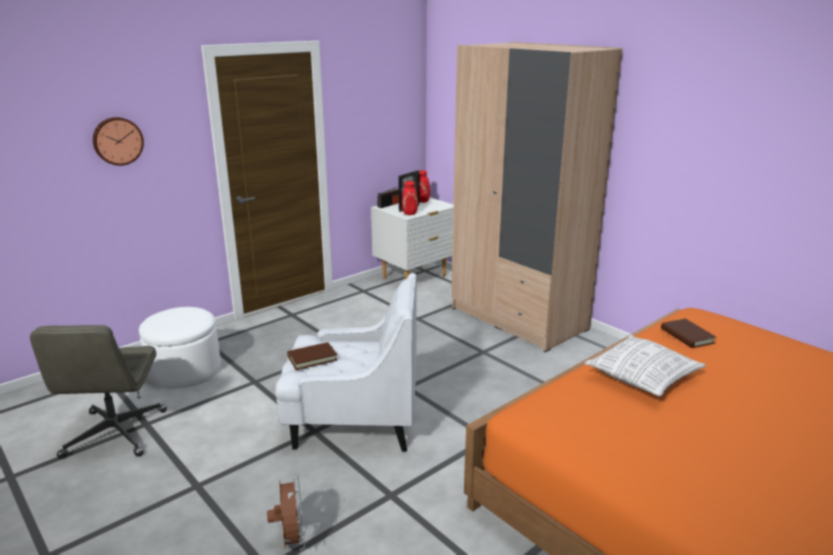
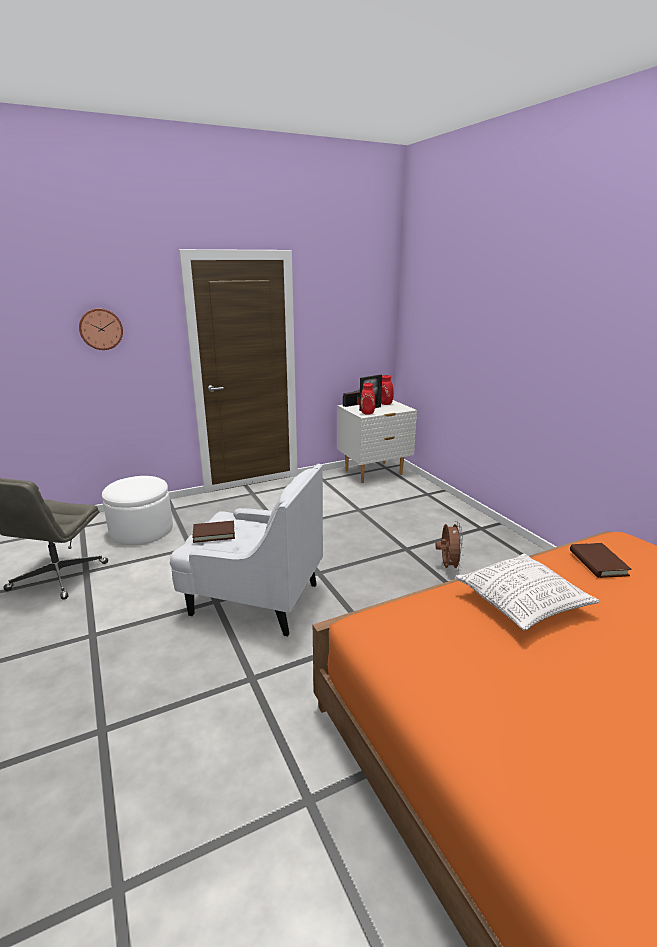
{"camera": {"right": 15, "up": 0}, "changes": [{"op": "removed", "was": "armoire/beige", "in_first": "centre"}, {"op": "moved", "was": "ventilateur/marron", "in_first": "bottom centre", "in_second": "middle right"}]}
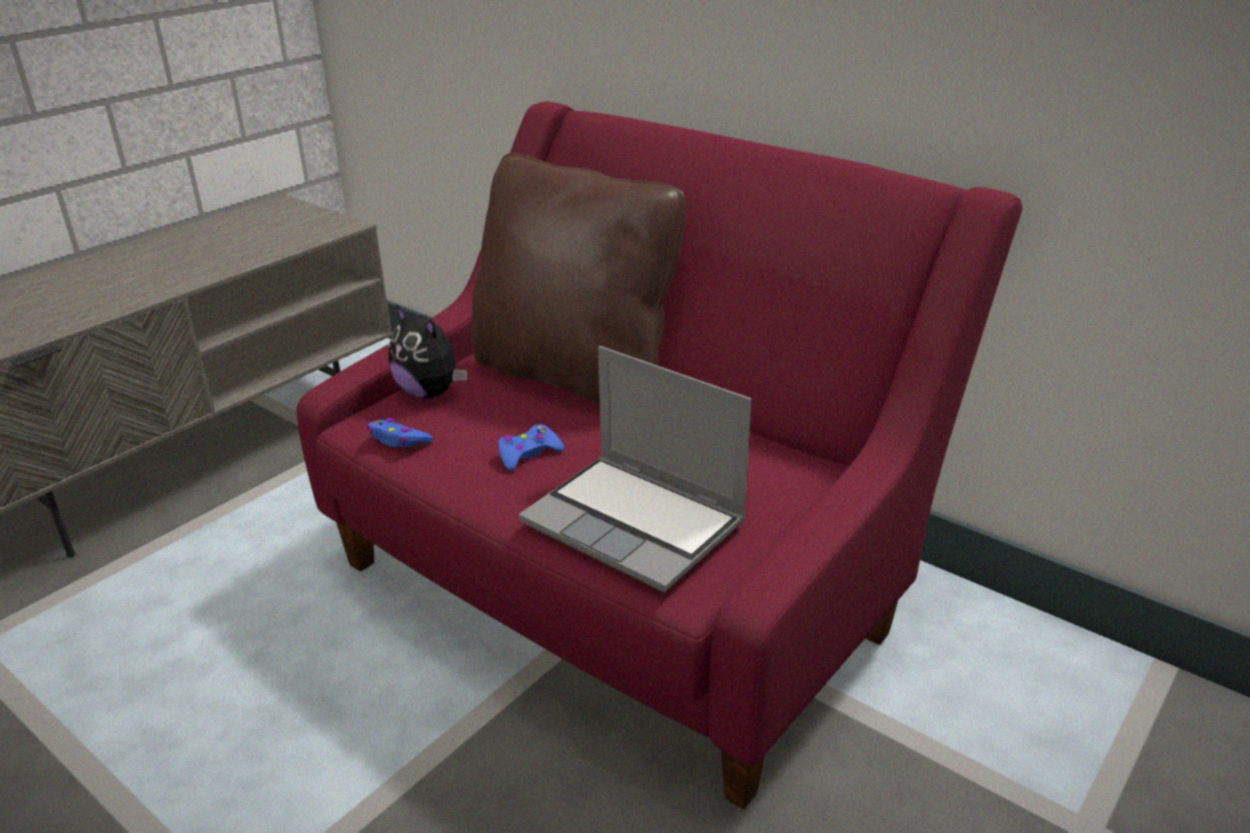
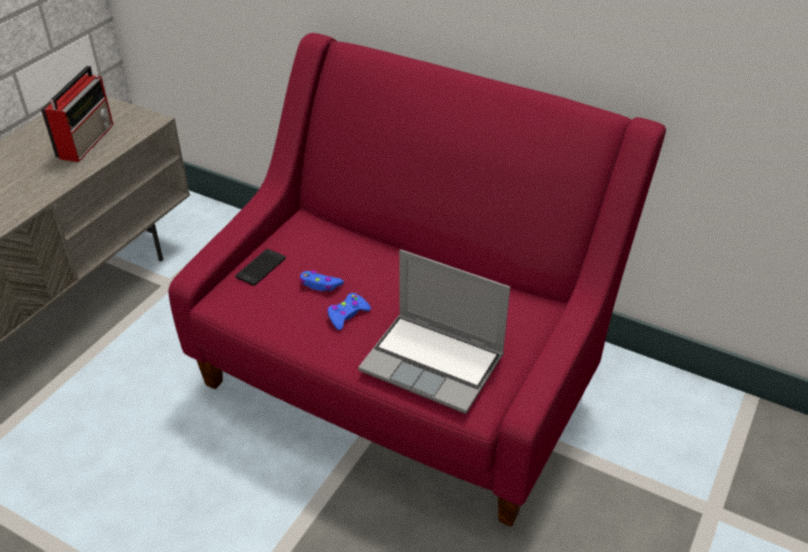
{"camera": {"right": -10, "up": 10}, "changes": [{"op": "removed", "was": "coussin/marron", "in_first": "centre"}, {"op": "added", "now": "radio", "in_second": "top left"}, {"op": "moved", "was": "manette/bleu (1st from left)", "in_first": "middle left", "in_second": "centre"}, {"op": "replaced", "was": "peluche", "now": "téléphone", "in_first": "centre", "in_second": "middle left"}]}
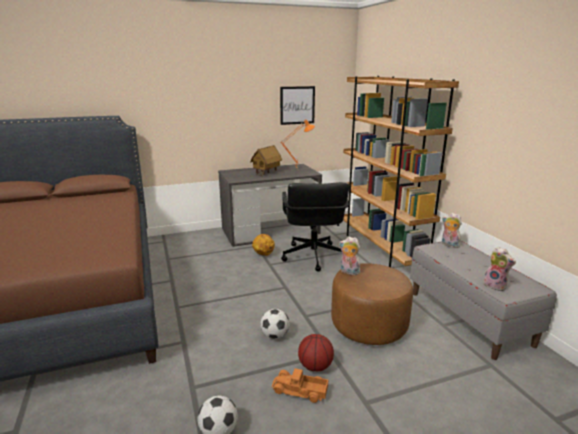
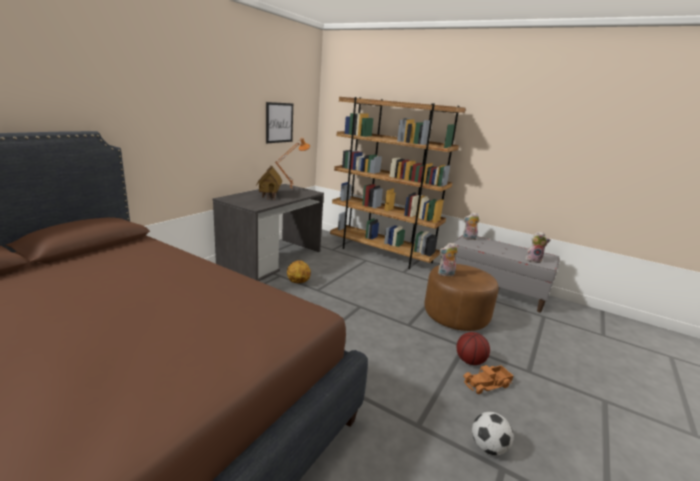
{"camera": {"right": -40, "up": 0}, "changes": [{"op": "removed", "was": "ballon de foot (2nd from left)", "in_first": "bottom centre"}, {"op": "removed", "was": "chaise de bureau/noir", "in_first": "centre"}]}
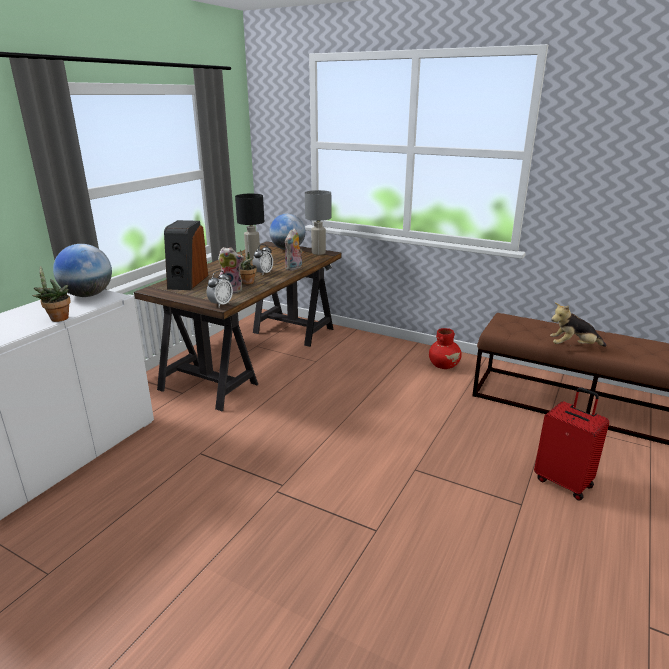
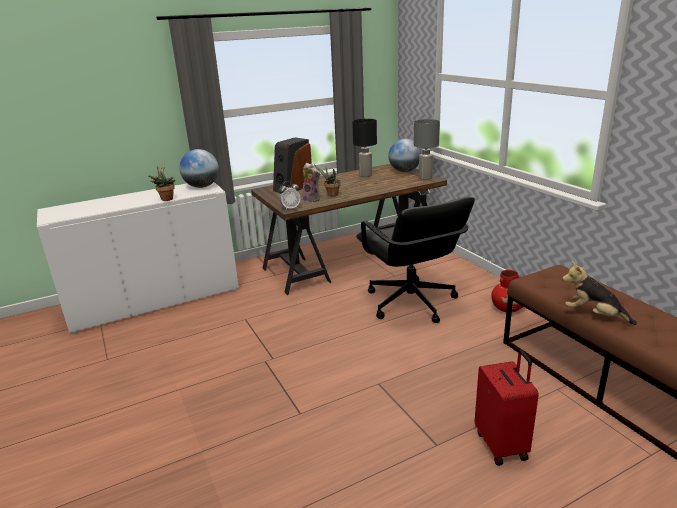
{"camera": {"right": 35, "up": 0}, "changes": [{"op": "removed", "was": "réveil (2nd from left)", "in_first": "centre"}, {"op": "removed", "was": "peluche (2nd from left)", "in_first": "centre"}, {"op": "added", "now": "chaise de bureau/noir", "in_second": "centre"}]}
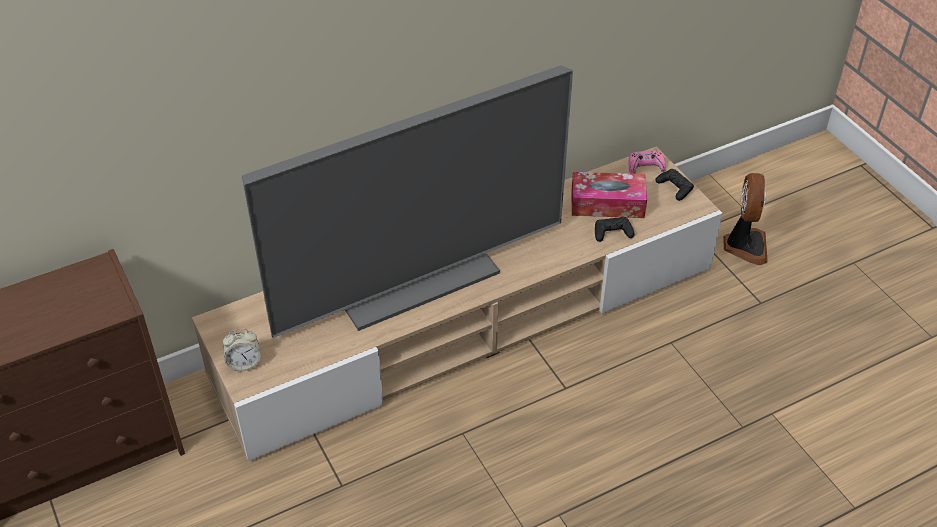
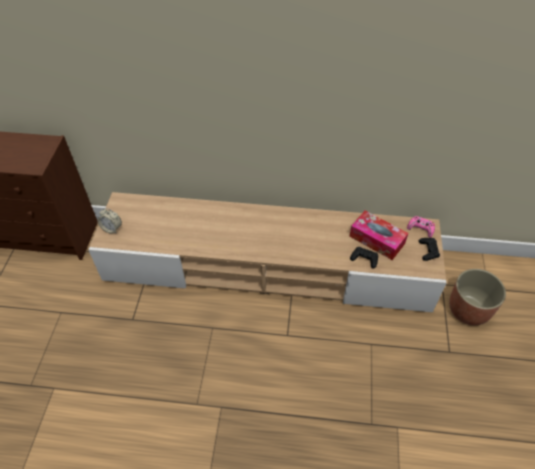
{"camera": {"right": 35, "up": 5}, "changes": [{"op": "removed", "was": "téléviseur", "in_first": "centre"}, {"op": "replaced", "was": "ventilateur", "now": "cache-pot", "in_first": "middle right", "in_second": "middle right"}]}
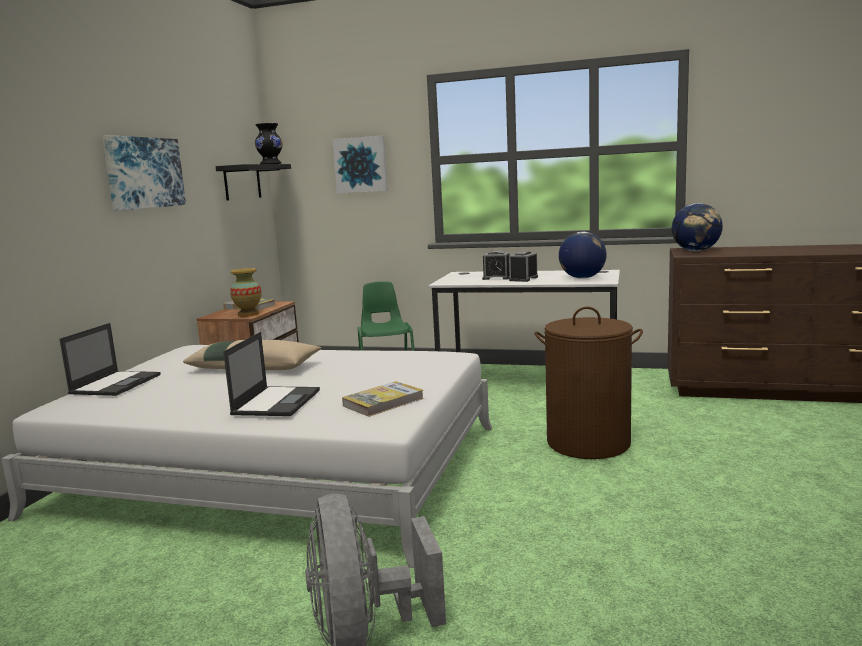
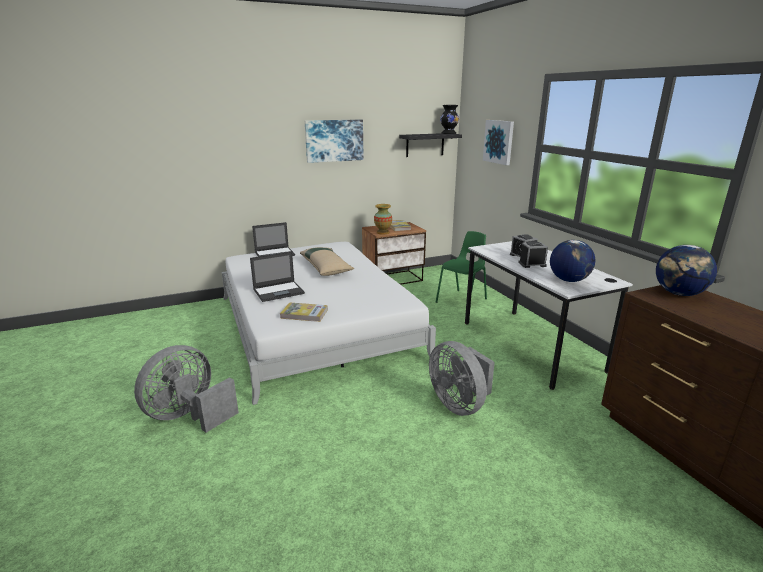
{"camera": {"right": 50, "up": 10}, "changes": [{"op": "replaced", "was": "panier à linge/marron", "now": "ventilateur/gris (2nd from left)", "in_first": "middle right", "in_second": "centre"}]}
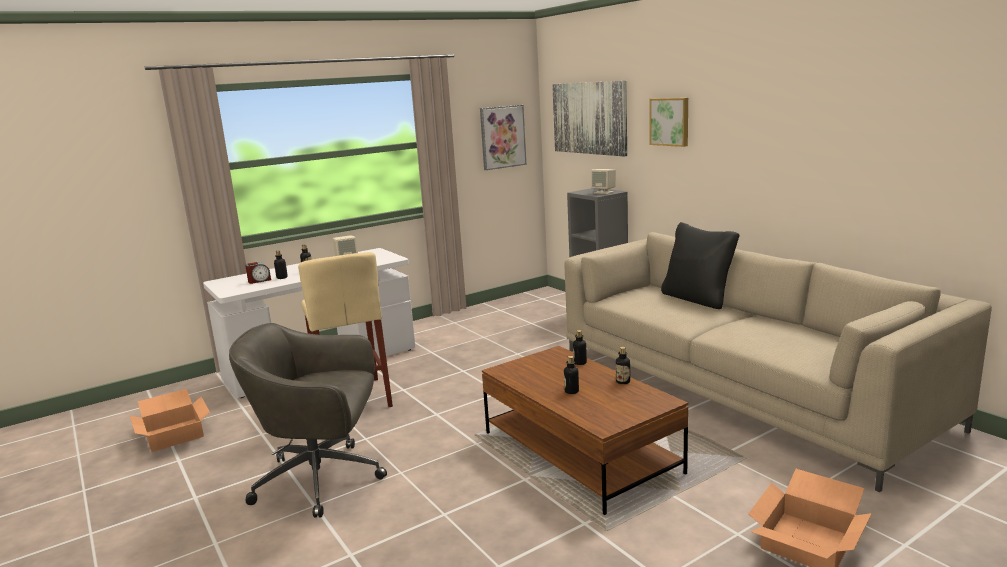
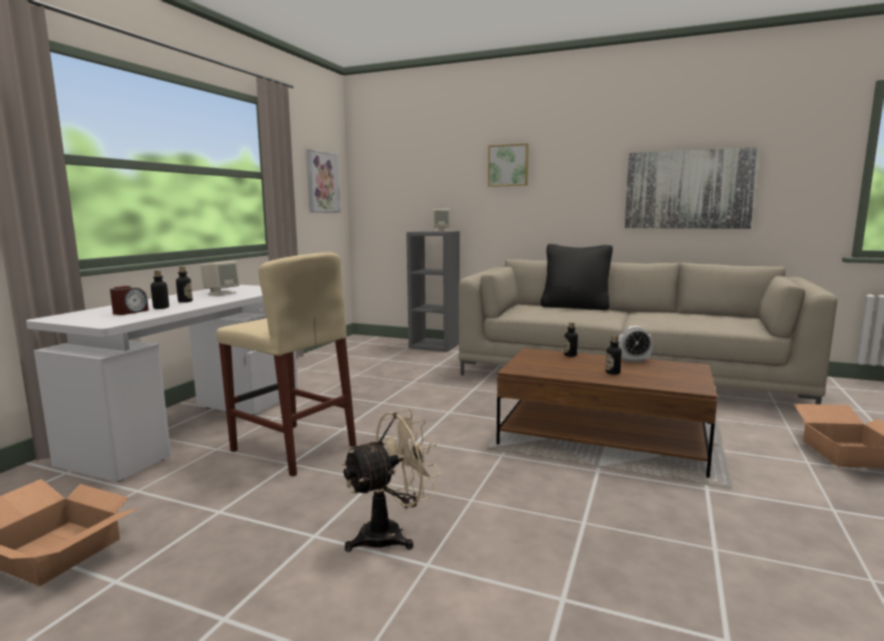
{"camera": {"right": -35, "up": -5}, "changes": [{"op": "moved", "was": "tableau (2nd from left in the first image)", "now": "tableau (3rd from left)", "in_first": "top centre", "in_second": "top right"}, {"op": "replaced", "was": "chaise de bureau/gris", "now": "ventilateur/beige", "in_first": "bottom left", "in_second": "bottom centre"}, {"op": "replaced", "was": "bouteille (5th from left)", "now": "réveil (2nd from left)", "in_first": "centre", "in_second": "middle right"}]}
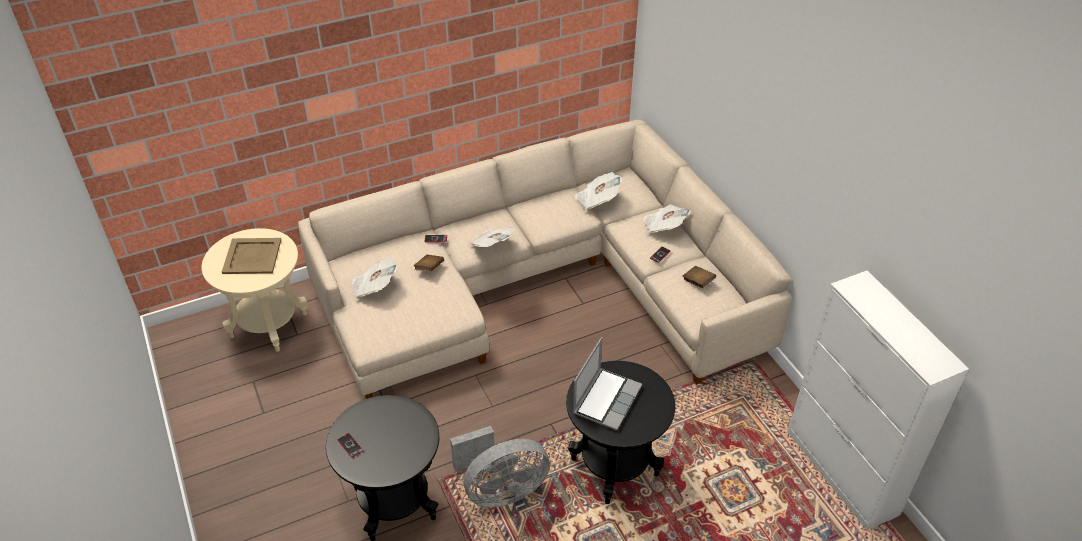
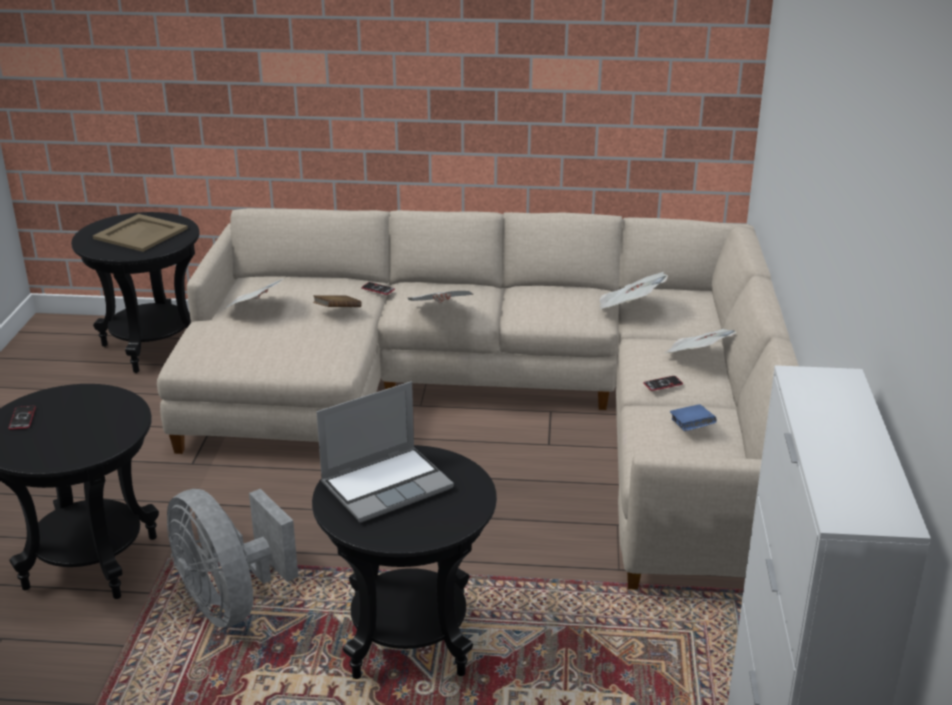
{"camera": {"right": 30, "up": -15}, "changes": [{"op": "recoloured", "was": "table d'appoint/beige", "now": "table d'appoint/noir (2nd from left)", "in_first": "middle left", "in_second": "middle left"}, {"op": "recoloured", "was": "livre/marron (2nd from left)", "now": "livre/bleu", "in_first": "centre", "in_second": "middle right"}, {"op": "turned", "was": "ventilateur/gris", "in_first": "bottom centre", "in_second": "bottom left", "clockwise": 45}]}
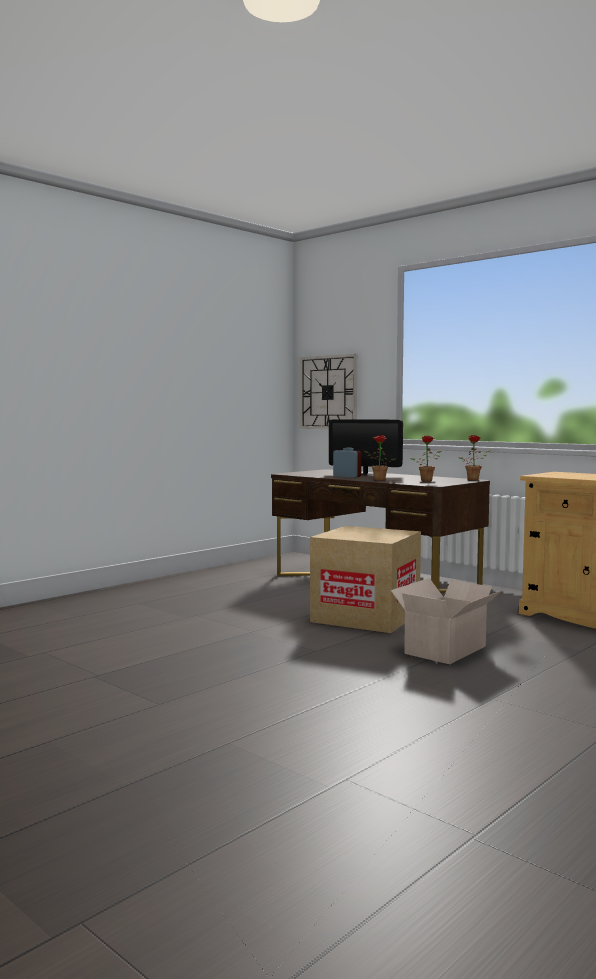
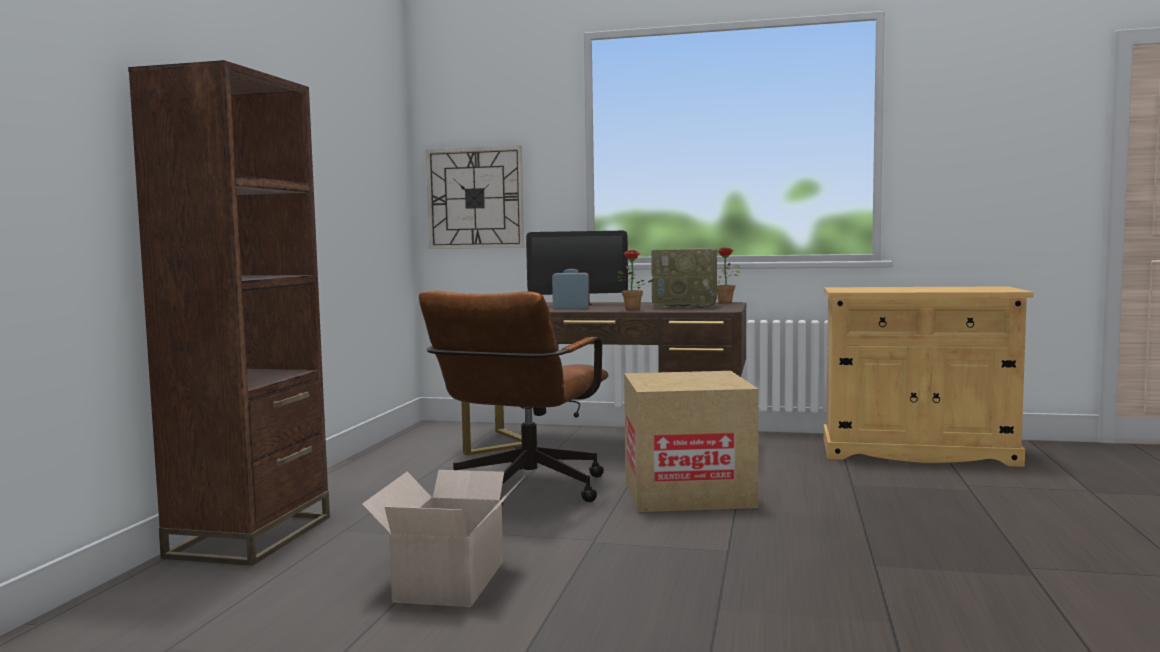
{"camera": {"right": -30, "up": 0}, "changes": [{"op": "added", "now": "bibliothèque/marron", "in_second": "middle left"}, {"op": "added", "now": "chaise de bureau/marron", "in_second": "centre"}, {"op": "moved", "was": "carton (2nd from left in the first image)", "now": "carton (1st from left)", "in_first": "middle right", "in_second": "bottom centre"}, {"op": "replaced", "was": "plante en pot (2nd from left)", "now": "radio", "in_first": "middle right", "in_second": "centre"}]}
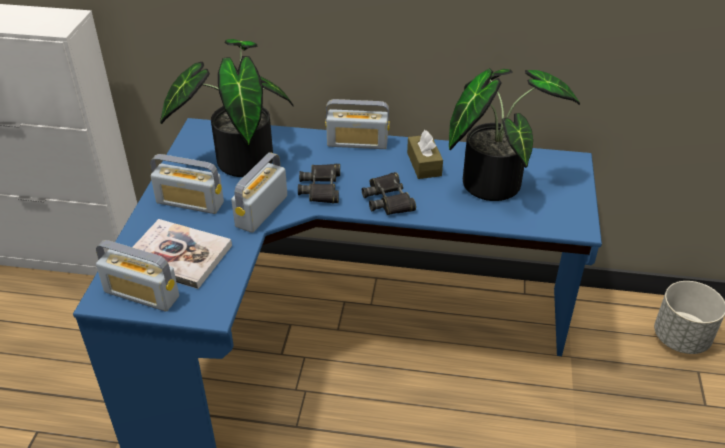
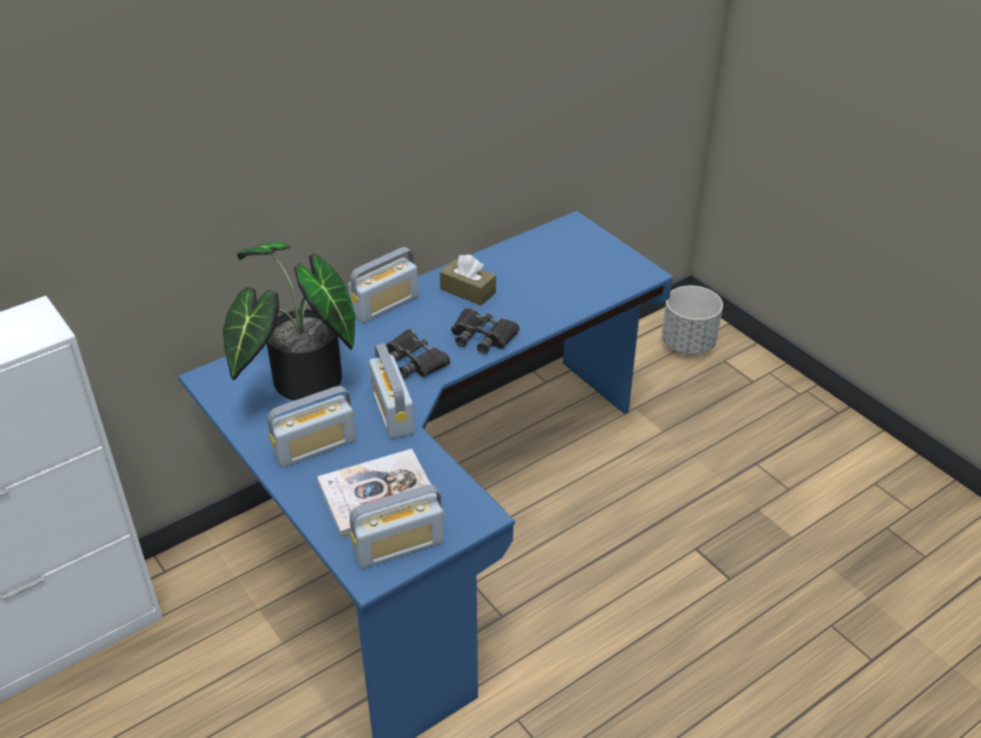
{"camera": {"right": -45, "up": 0}, "changes": [{"op": "removed", "was": "plante en pot (2nd from left)", "in_first": "top right"}]}
